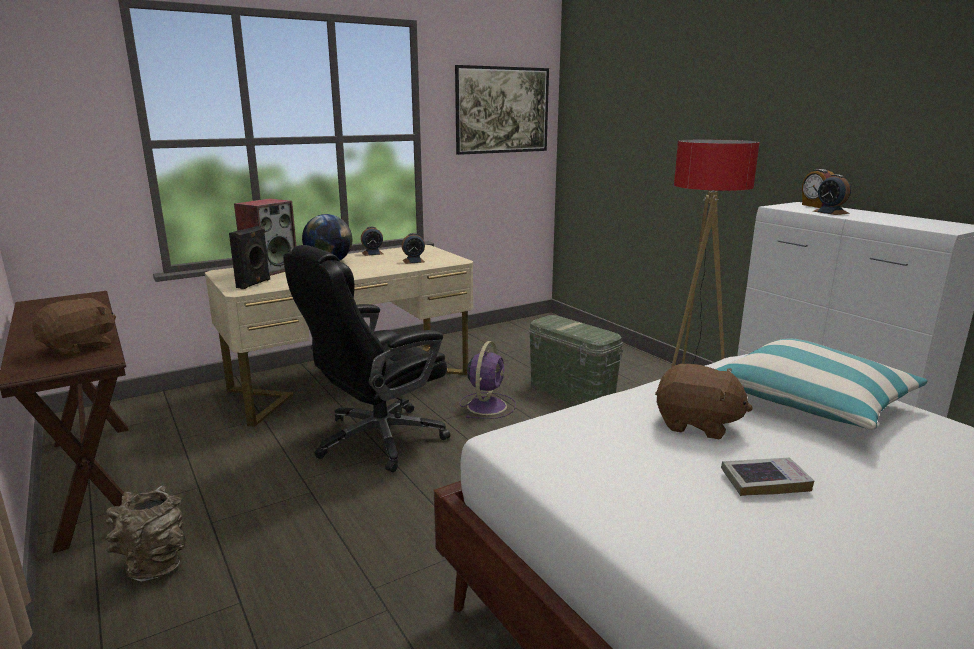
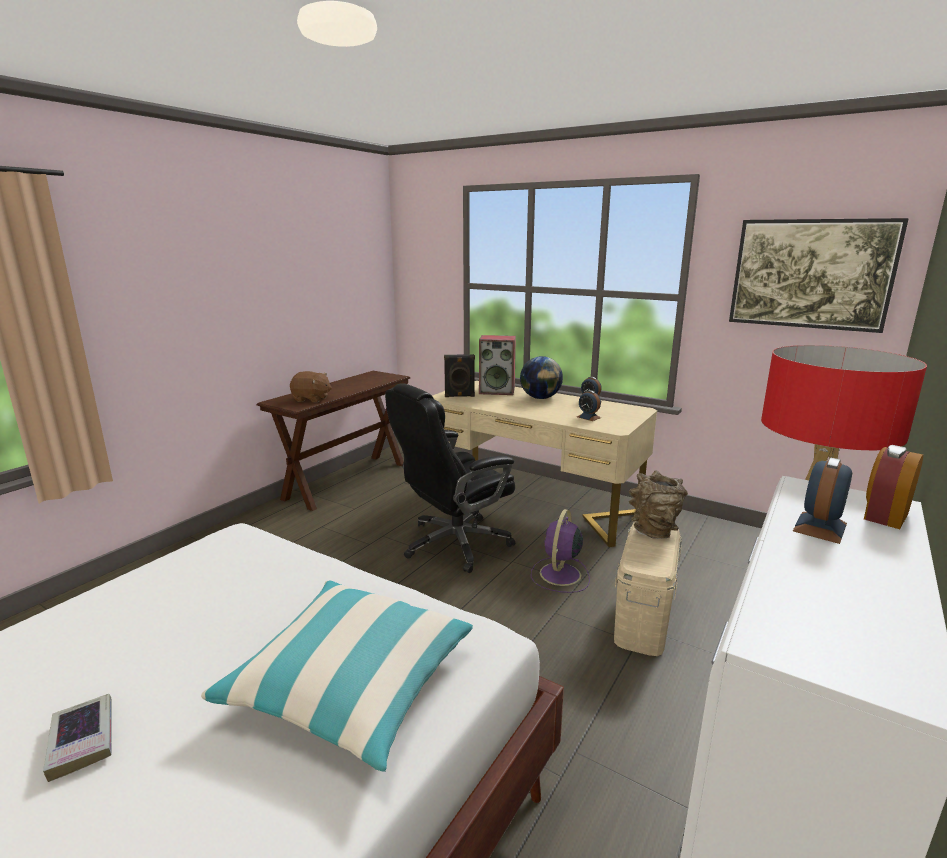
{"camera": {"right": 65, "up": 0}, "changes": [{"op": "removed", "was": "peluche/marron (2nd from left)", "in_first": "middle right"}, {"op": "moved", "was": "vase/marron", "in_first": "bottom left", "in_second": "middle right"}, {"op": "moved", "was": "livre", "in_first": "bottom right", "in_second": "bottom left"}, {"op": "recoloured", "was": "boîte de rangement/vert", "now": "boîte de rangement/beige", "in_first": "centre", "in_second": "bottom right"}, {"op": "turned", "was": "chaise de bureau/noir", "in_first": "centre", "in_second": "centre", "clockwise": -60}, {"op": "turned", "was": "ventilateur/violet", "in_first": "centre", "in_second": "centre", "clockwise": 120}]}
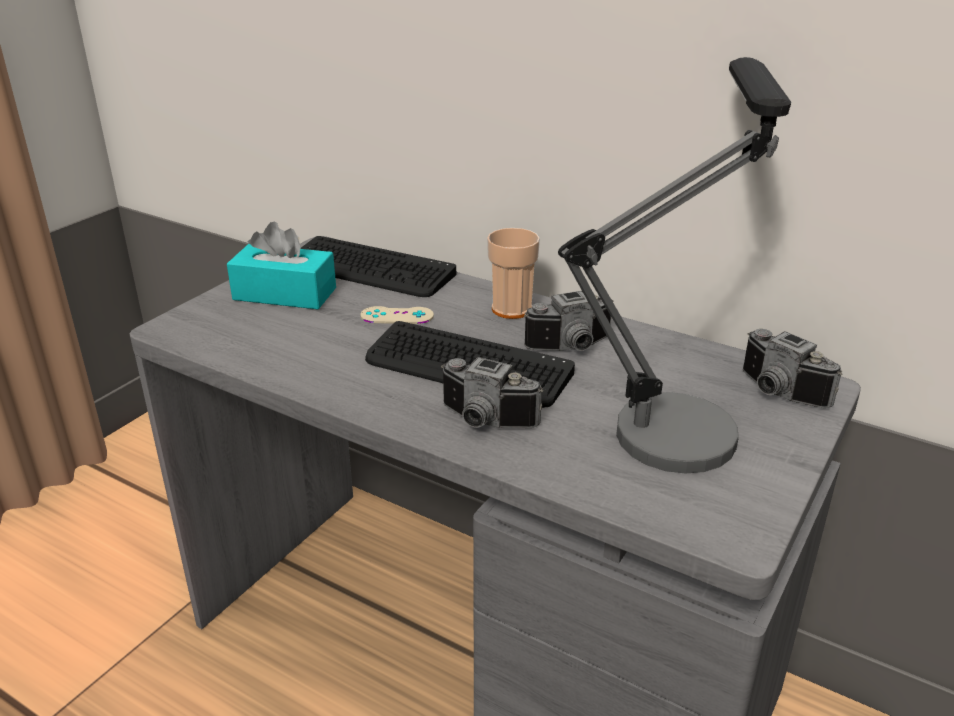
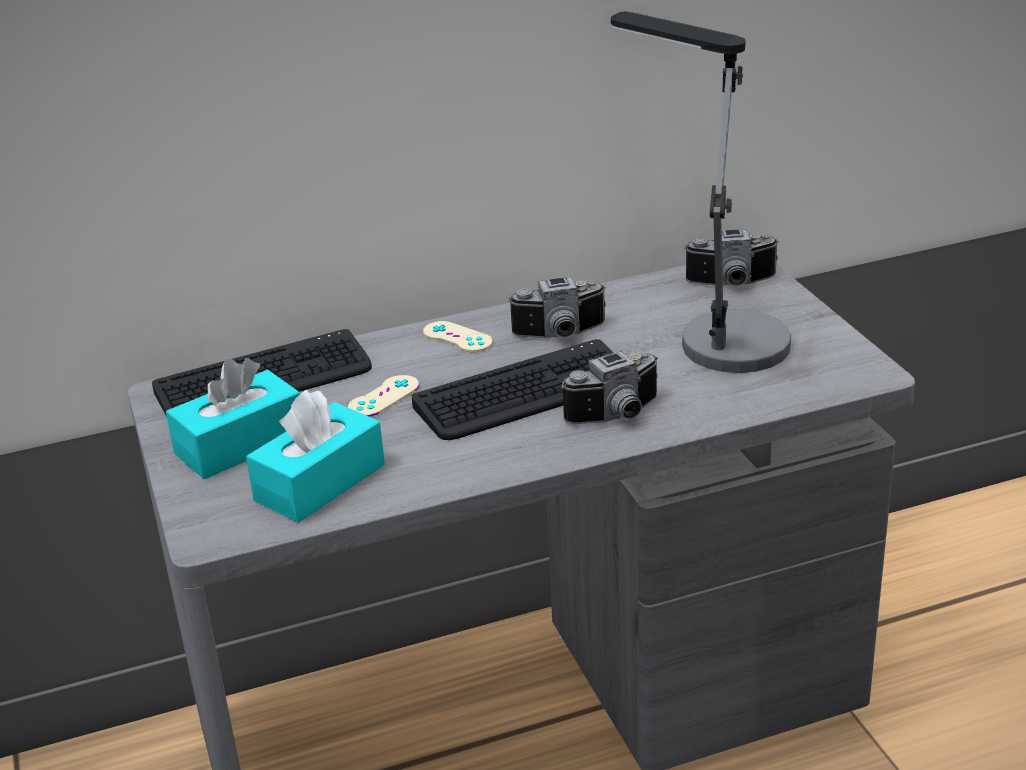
{"camera": {"right": -50, "up": 0}, "changes": [{"op": "added", "now": "boîte à mouchoirs/turquoise (2nd from left)", "in_second": "middle left"}, {"op": "replaced", "was": "tasse", "now": "manette/beige (2nd from left)", "in_first": "centre", "in_second": "centre"}, {"op": "turned", "was": "appareil photo (2nd from left in the first image)", "in_first": "centre", "in_second": "centre", "clockwise": 60}]}
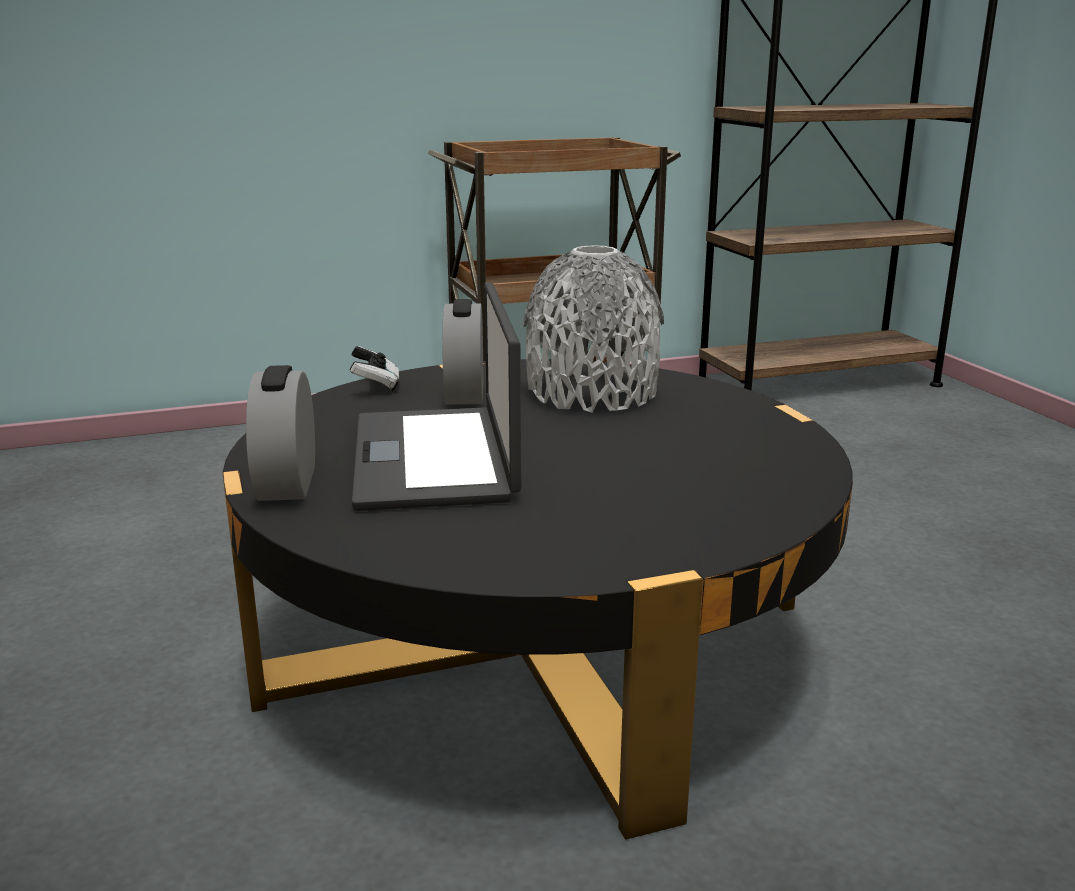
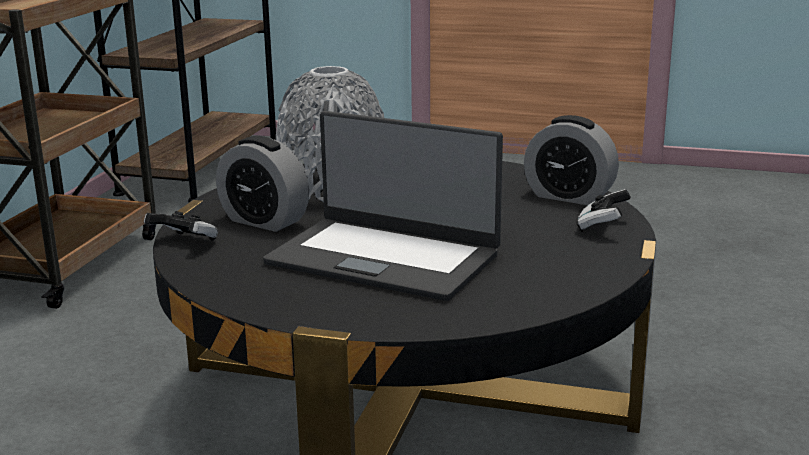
{"camera": {"right": -55, "up": 0}, "changes": [{"op": "added", "now": "manette (2nd from left)", "in_second": "middle right"}, {"op": "moved", "was": "réveil (1st from left in the first image)", "now": "réveil (2nd from left)", "in_first": "middle left", "in_second": "middle right"}]}
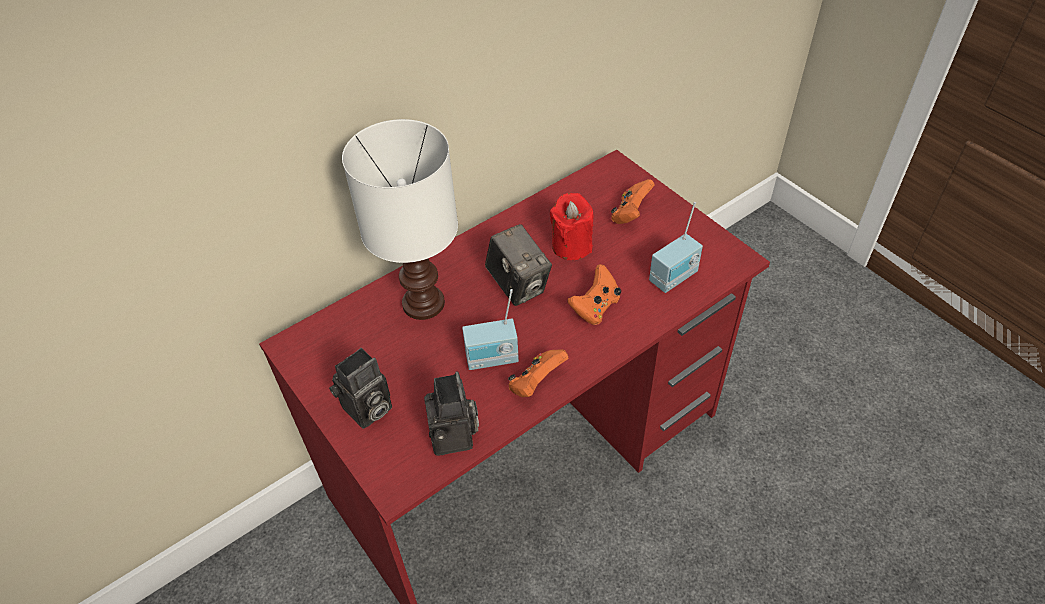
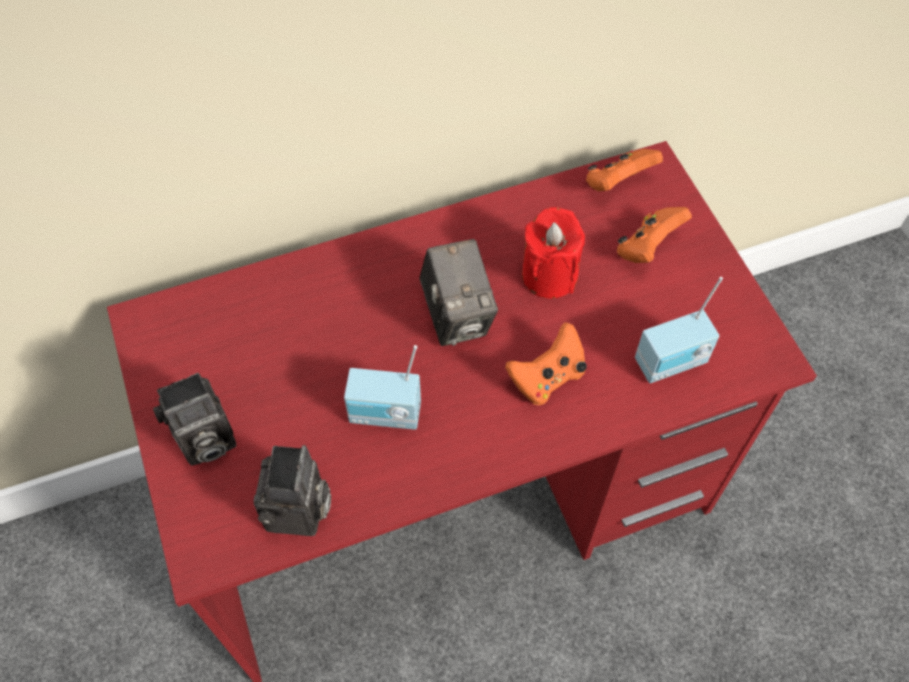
{"camera": {"right": 15, "up": 10}, "changes": [{"op": "removed", "was": "lampe de table/blanc", "in_first": "centre"}, {"op": "moved", "was": "manette/orange (1st from left in the first image)", "now": "manette/orange (2nd from left)", "in_first": "centre", "in_second": "top right"}]}
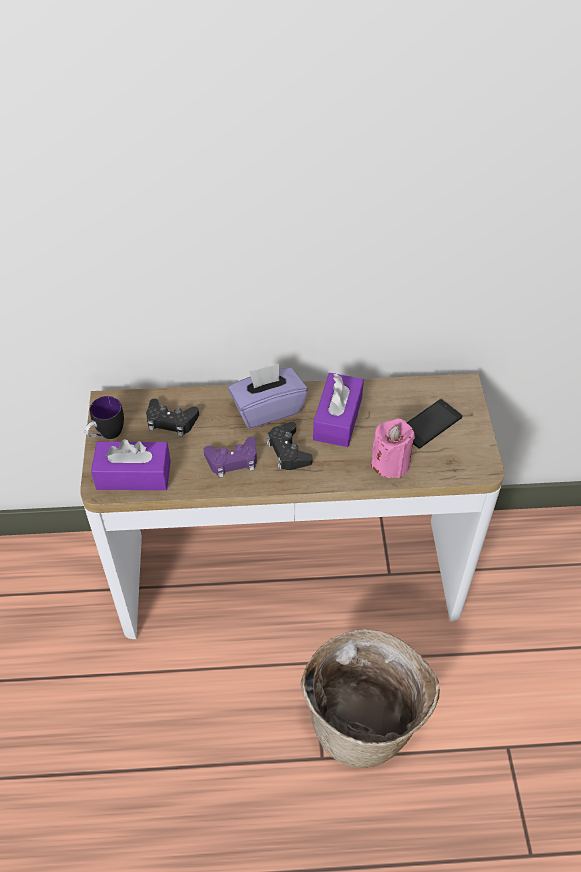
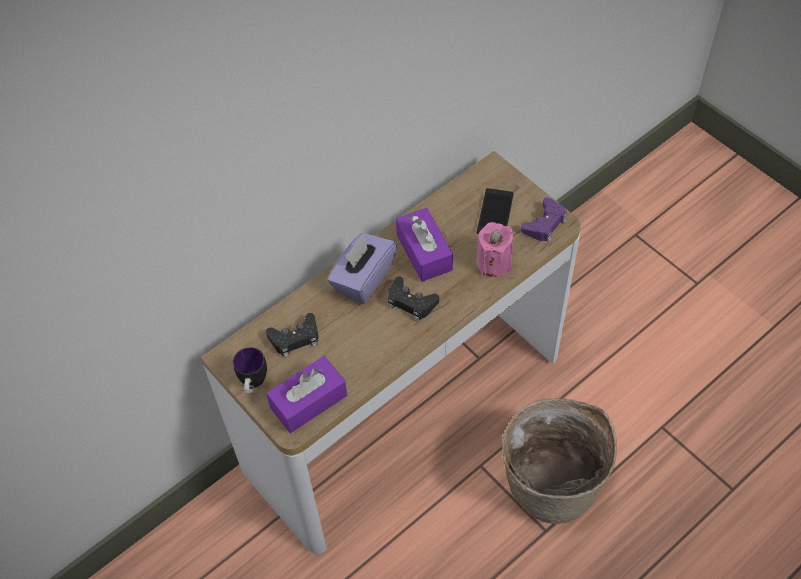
{"camera": {"right": -35, "up": 5}, "changes": [{"op": "moved", "was": "manette/violet", "in_first": "centre", "in_second": "middle right"}]}
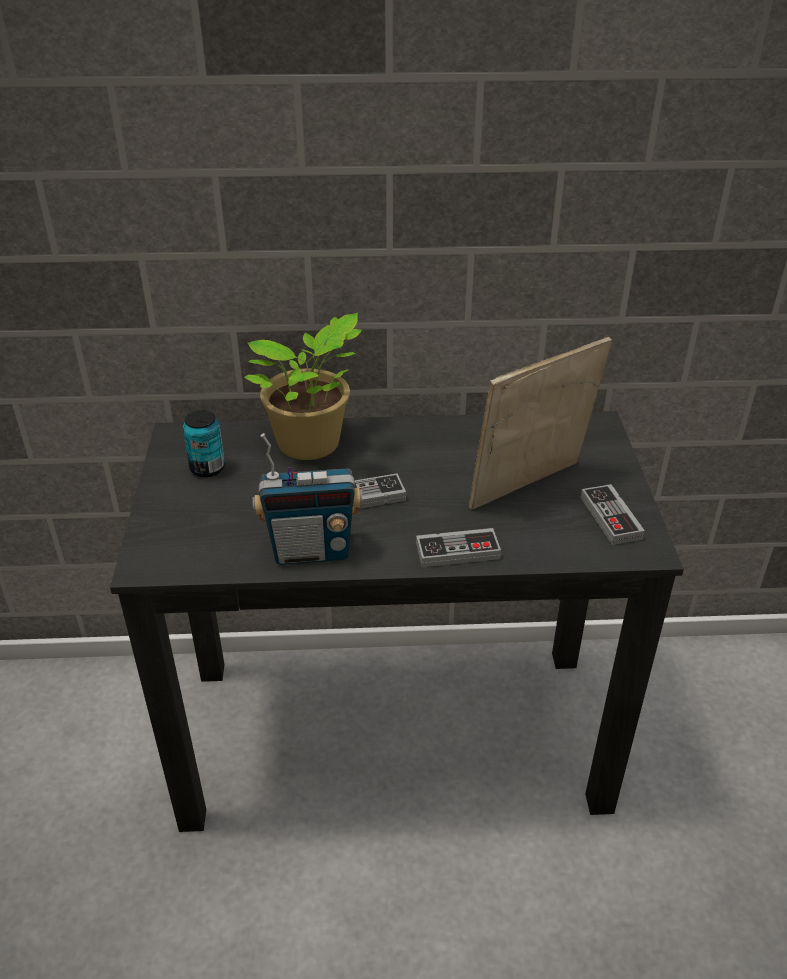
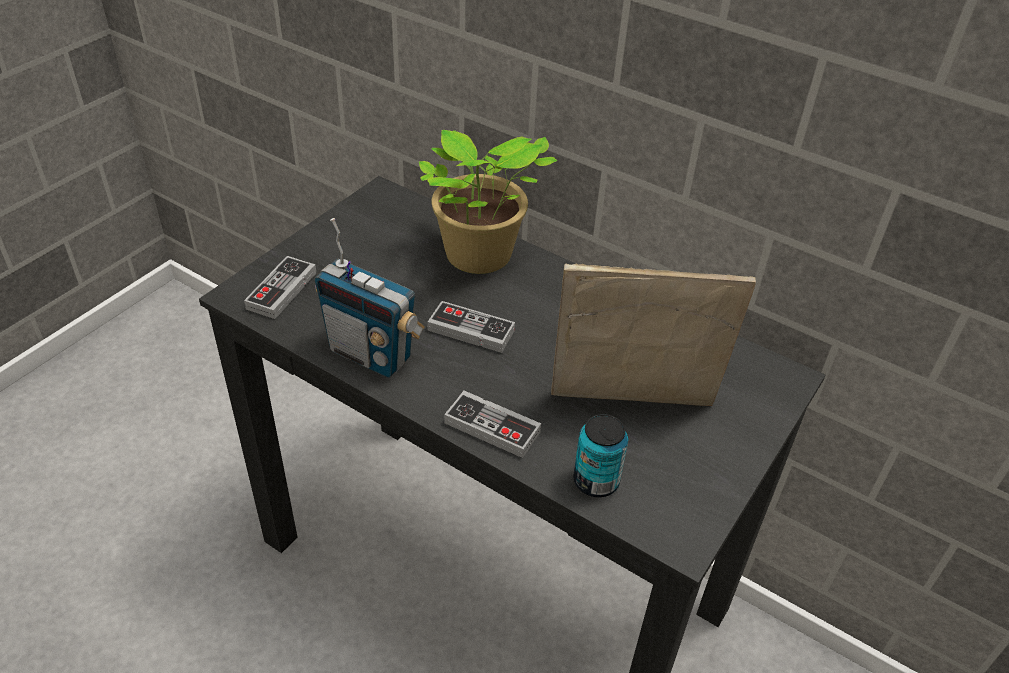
{"camera": {"right": 35, "up": 5}, "changes": [{"op": "moved", "was": "boîte métallique", "in_first": "middle left", "in_second": "bottom centre"}, {"op": "moved", "was": "manette (3rd from left in the first image)", "now": "manette (1st from left)", "in_first": "middle right", "in_second": "middle left"}]}
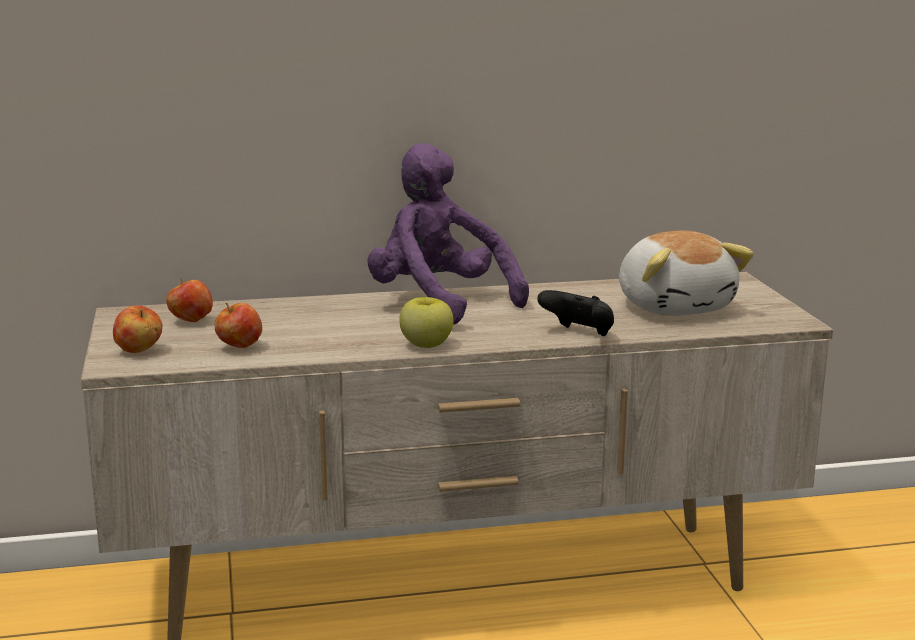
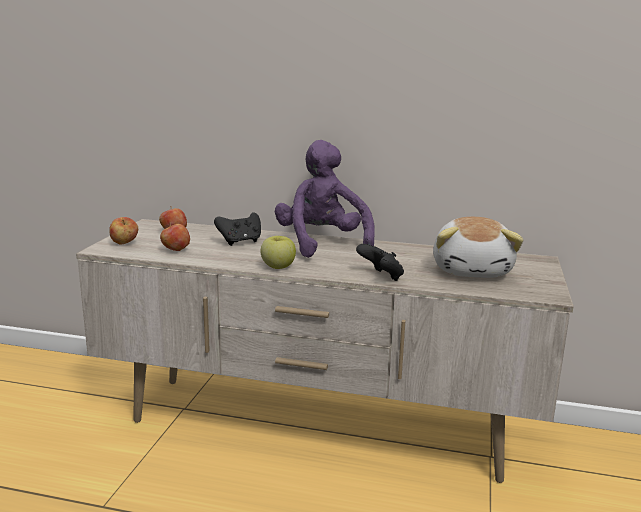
{"camera": {"right": 25, "up": 0}, "changes": [{"op": "added", "now": "manette/noir (1st from left)", "in_second": "centre"}]}
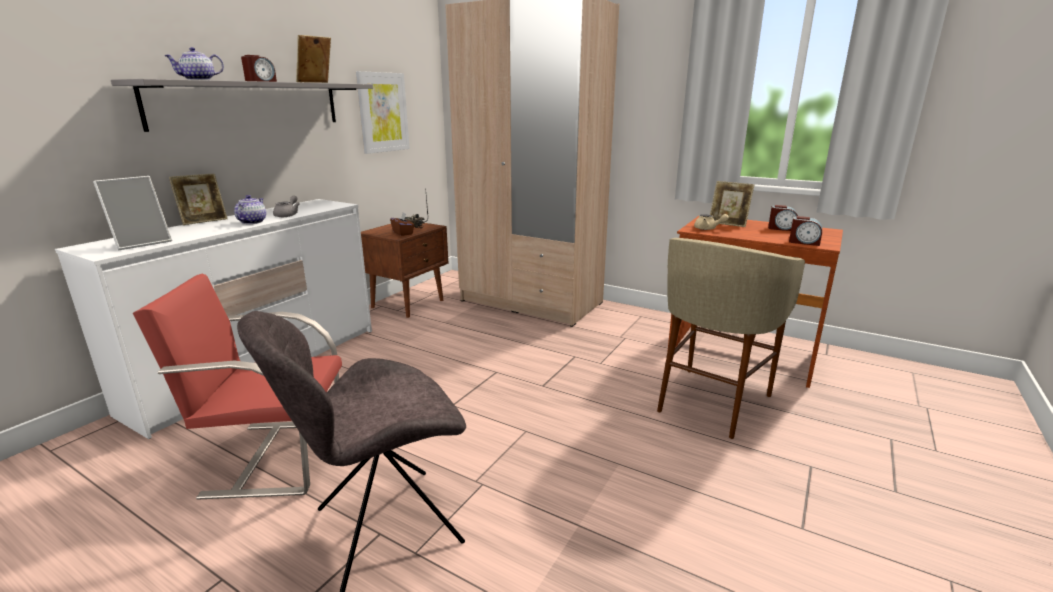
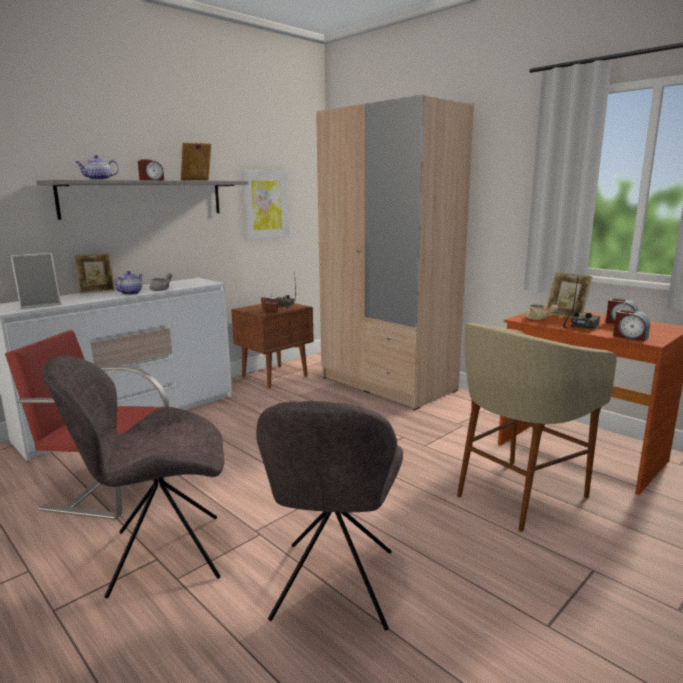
{"camera": {"right": 15, "up": -5}, "changes": [{"op": "added", "now": "chaise/gris (2nd from left)", "in_second": "bottom centre"}, {"op": "added", "now": "radio (2nd from left)", "in_second": "middle right"}]}
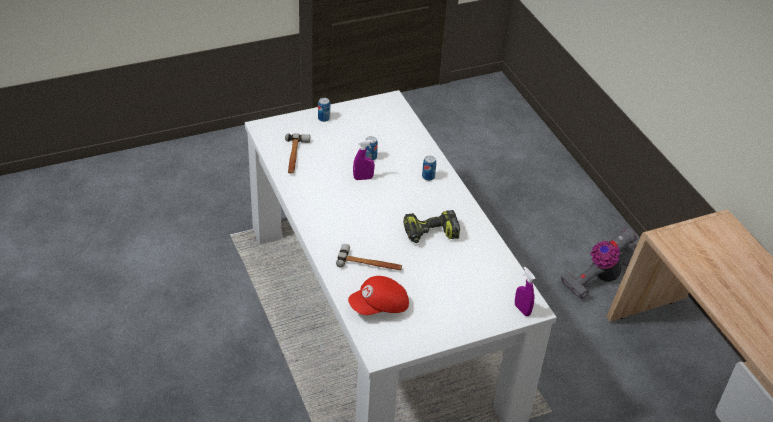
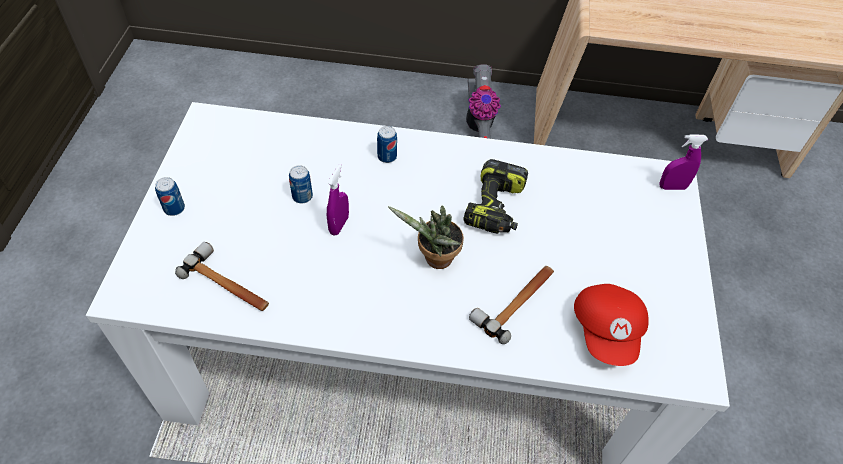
{"camera": {"right": -60, "up": 10}, "changes": [{"op": "added", "now": "plante en pot", "in_second": "centre"}]}
